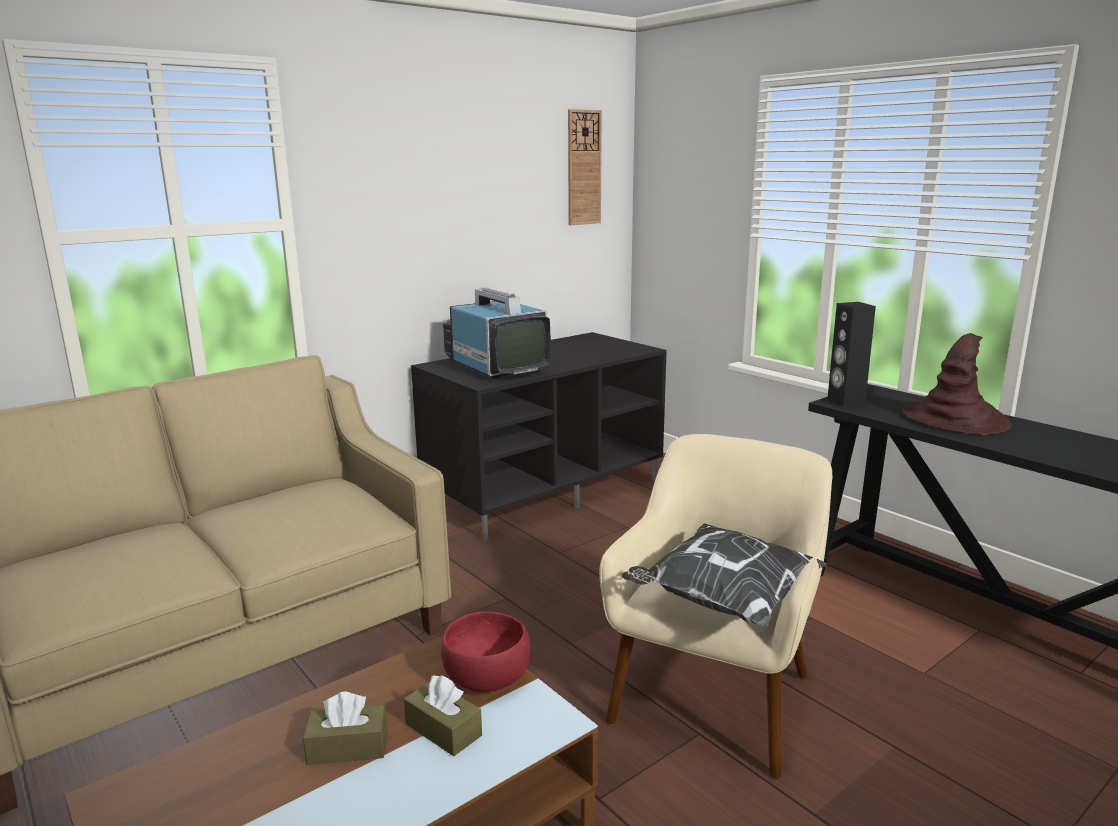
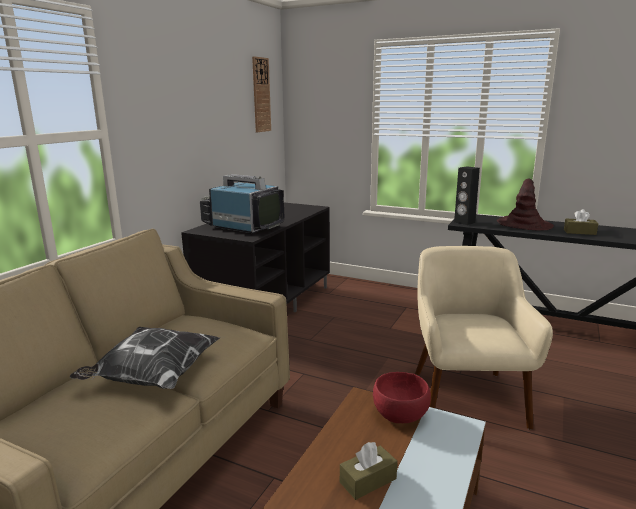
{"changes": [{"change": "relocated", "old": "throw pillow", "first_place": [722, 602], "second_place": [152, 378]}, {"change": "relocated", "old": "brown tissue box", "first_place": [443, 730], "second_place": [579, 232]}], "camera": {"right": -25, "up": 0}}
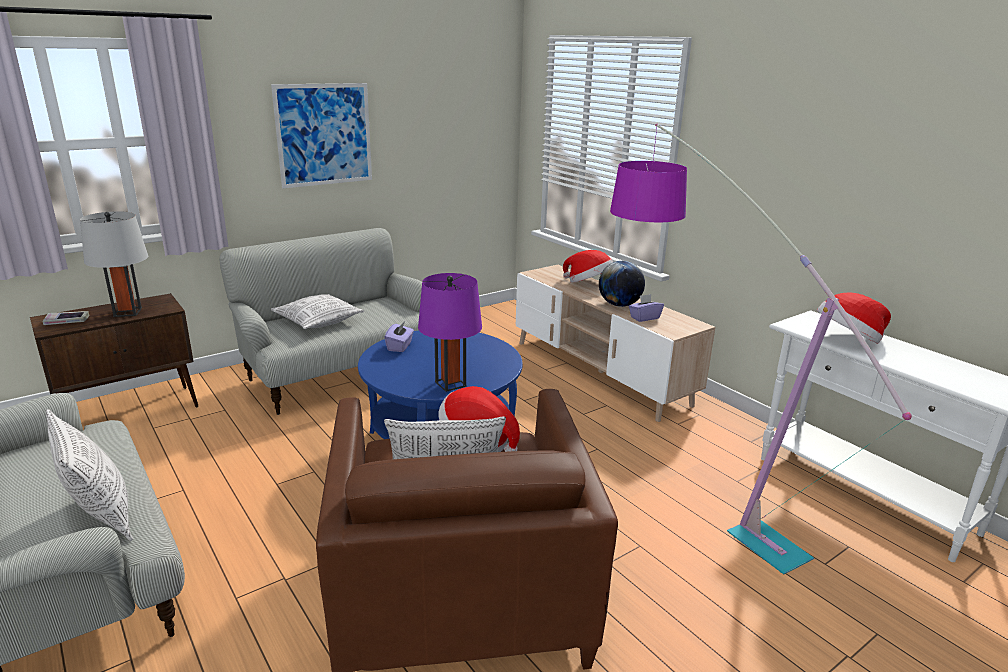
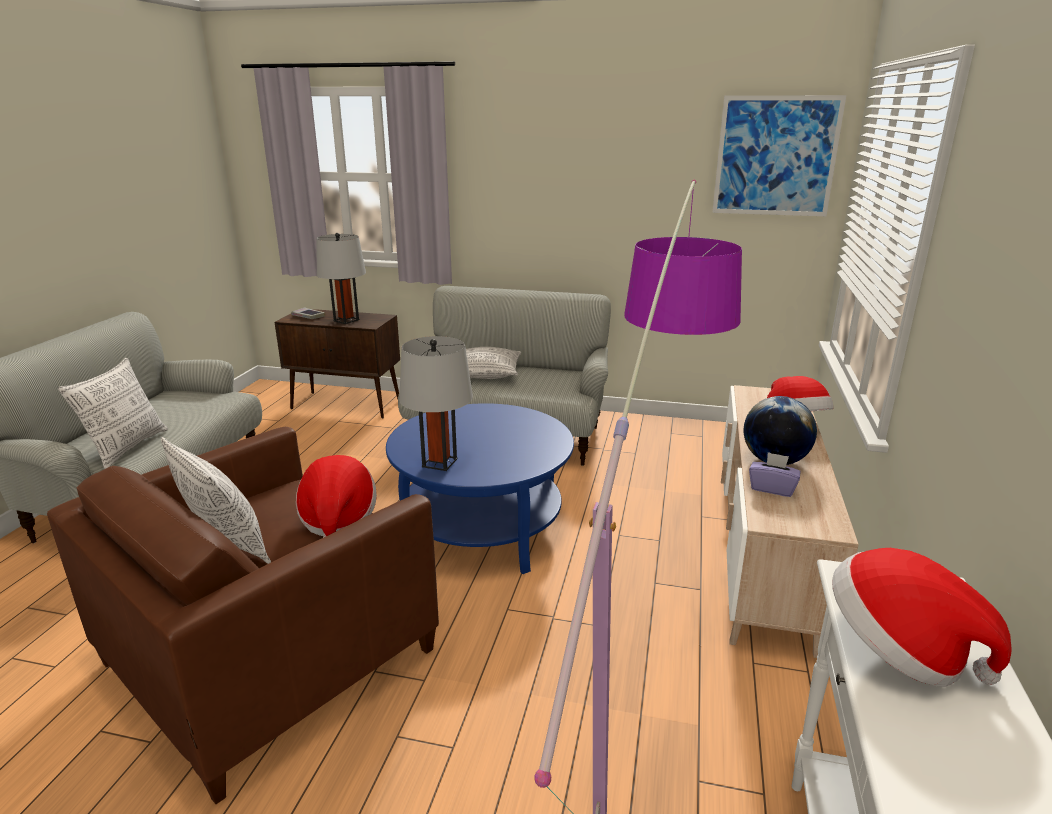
{"changes": [{"change": "relocated", "old": "wall picture", "first_place": [324, 135], "second_place": [775, 156]}, {"change": "colour", "old": "purple-coloured table lamp", "new": "greyish table lamp", "first_place": [450, 384], "second_place": [439, 462]}, {"change": "missing", "old": "purple-coloured tissue box", "first_place": [400, 346]}], "camera": {"right": 50, "up": 0}}
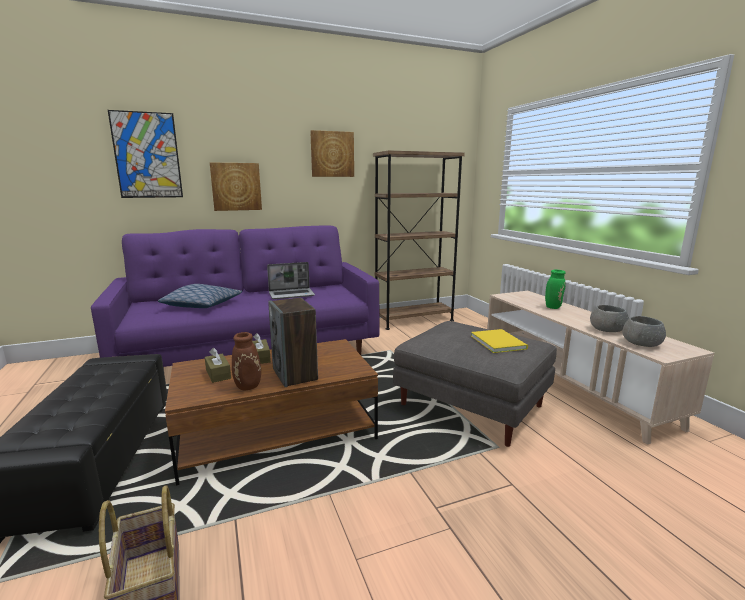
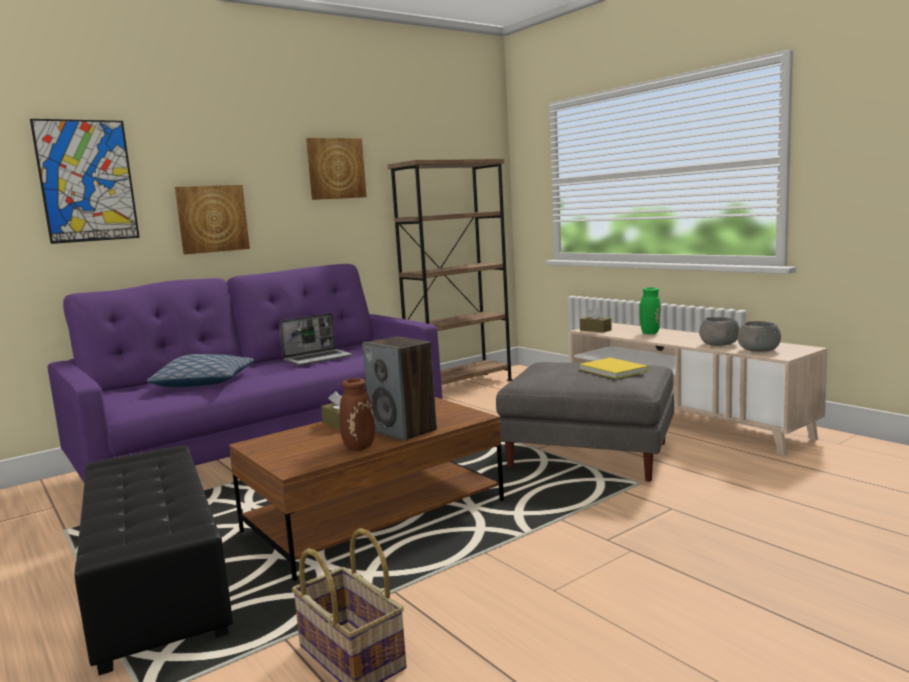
{"changes": [{"change": "relocated", "old": "brown tissue box", "first_place": [218, 374], "second_place": [595, 330]}], "camera": {"right": -15, "up": -5}}
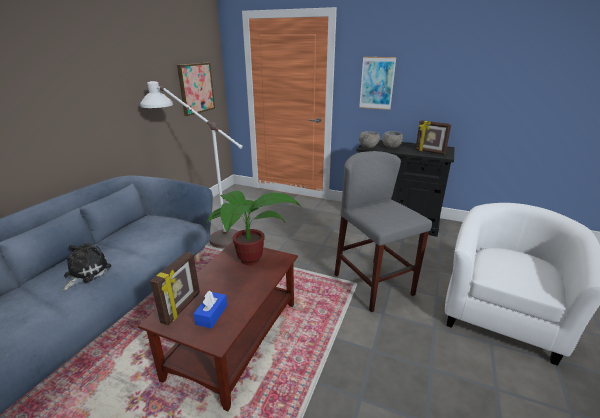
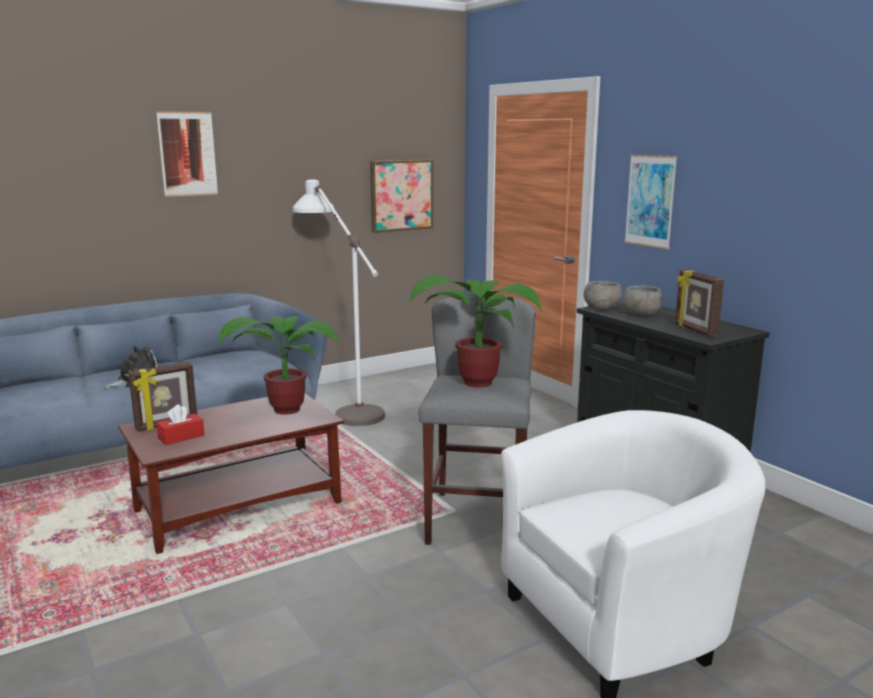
{"changes": [{"change": "colour", "old": "bluish tissue box", "new": "red-coloured tissue box", "first_place": [211, 315], "second_place": [181, 437]}, {"change": "appeared", "new": "wall picture", "second_place": [187, 154]}, {"change": "appeared", "new": "potted plant", "second_place": [473, 384]}], "camera": {"right": 35, "up": -10}}
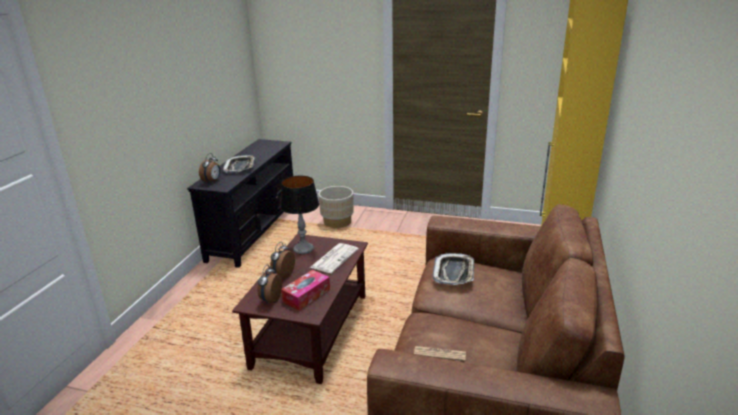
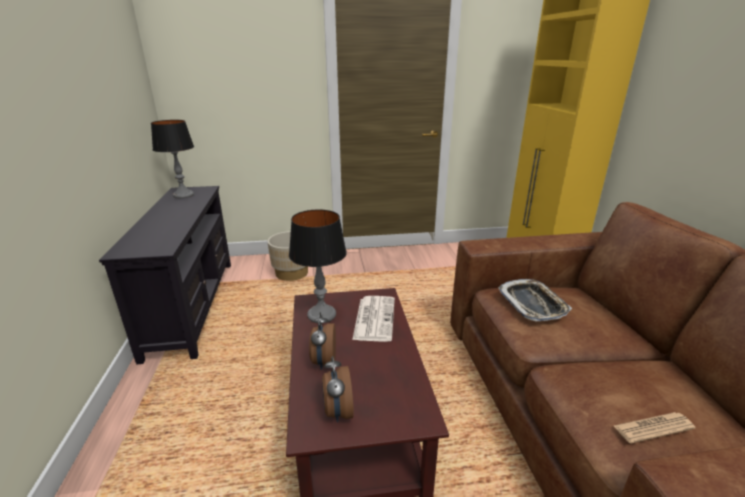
{"changes": [{"change": "missing", "old": "table clock", "first_place": [212, 181]}, {"change": "missing", "old": "carrying tray", "first_place": [240, 167]}, {"change": "missing", "old": "tissue box", "first_place": [306, 295]}, {"change": "appeared", "new": "table lamp", "second_place": [183, 195]}], "camera": {"right": -25, "up": 0}}
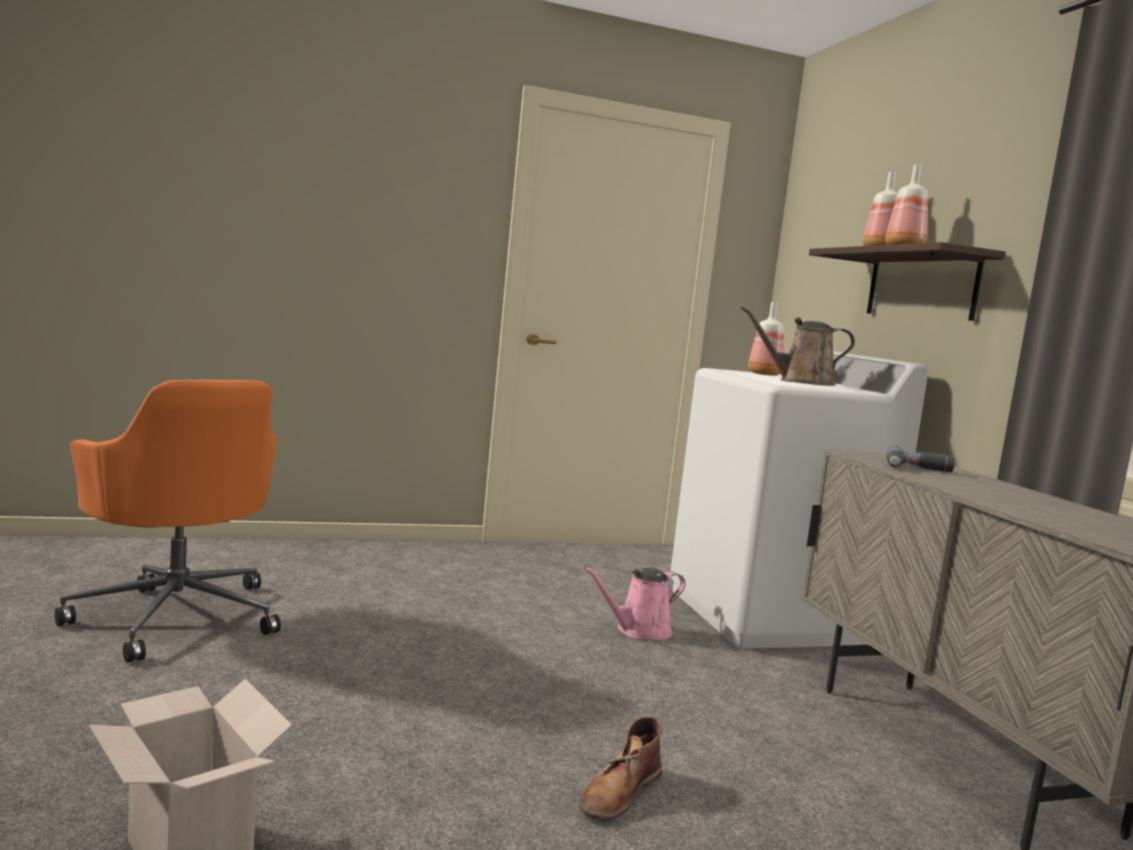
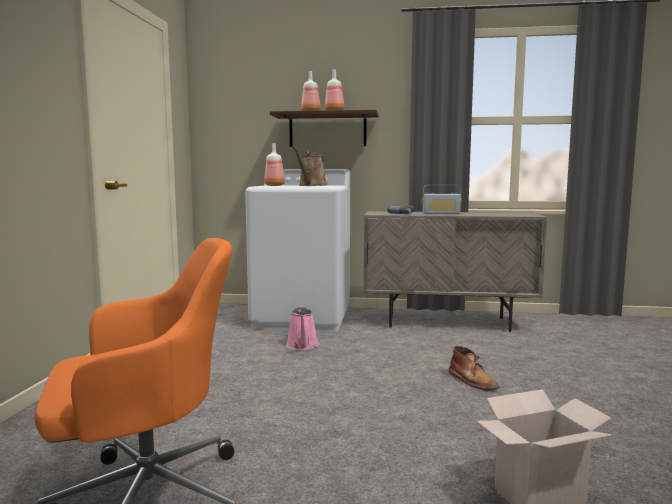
{"changes": [{"change": "appeared", "new": "radio receiver", "second_place": [441, 213]}], "camera": {"right": -65, "up": 0}}
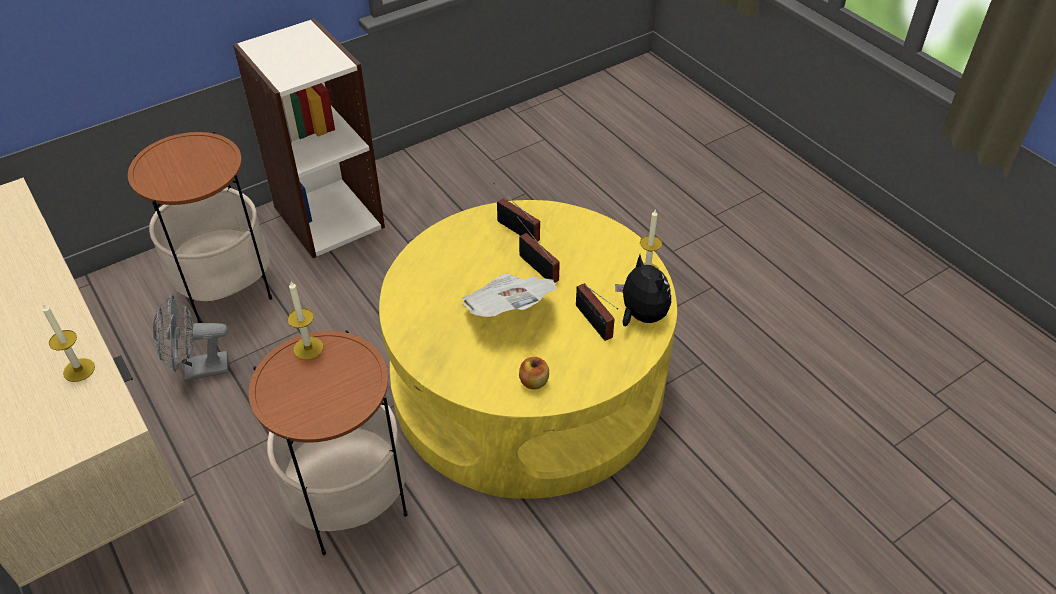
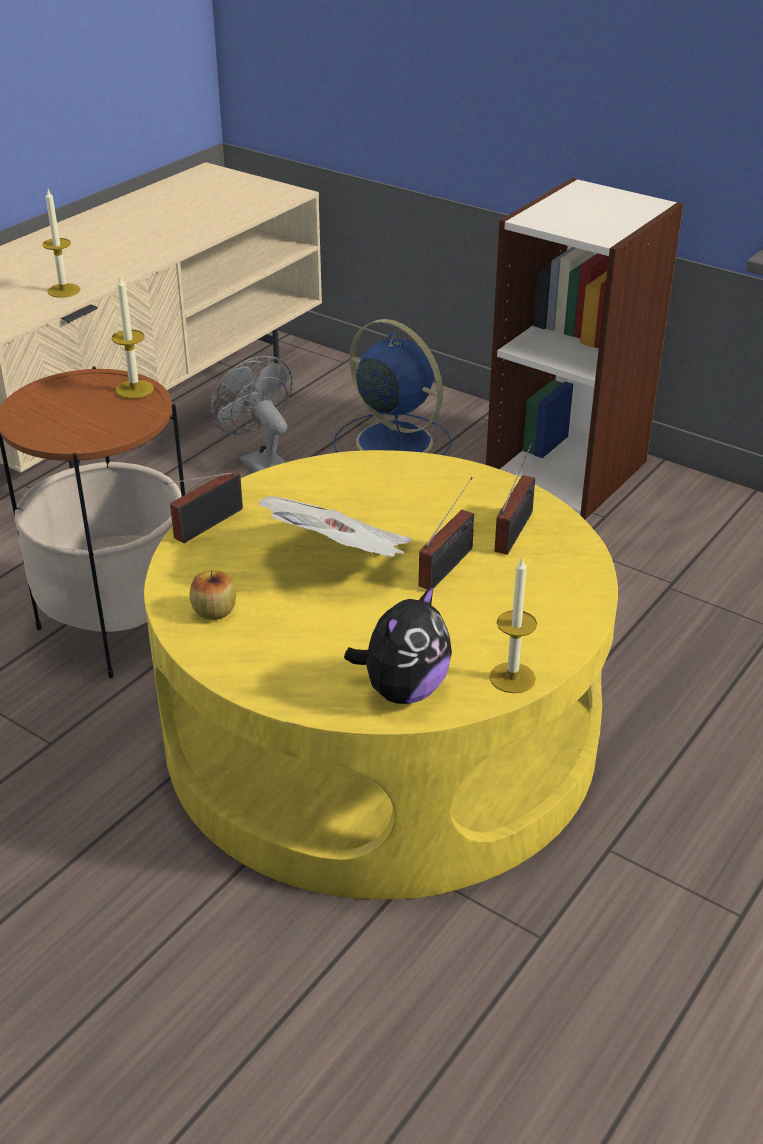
{"changes": [{"change": "exchanged", "old": "accent table", "new": "bluish cooling fan", "first_place": [225, 288], "second_place": [391, 440]}, {"change": "relocated", "old": "radio receiver", "first_place": [595, 324], "second_place": [204, 525]}], "camera": {"right": 70, "up": -10}}
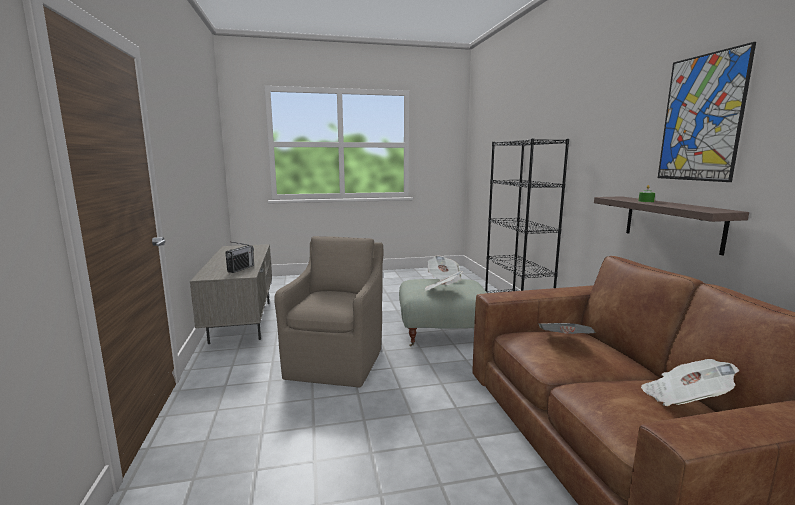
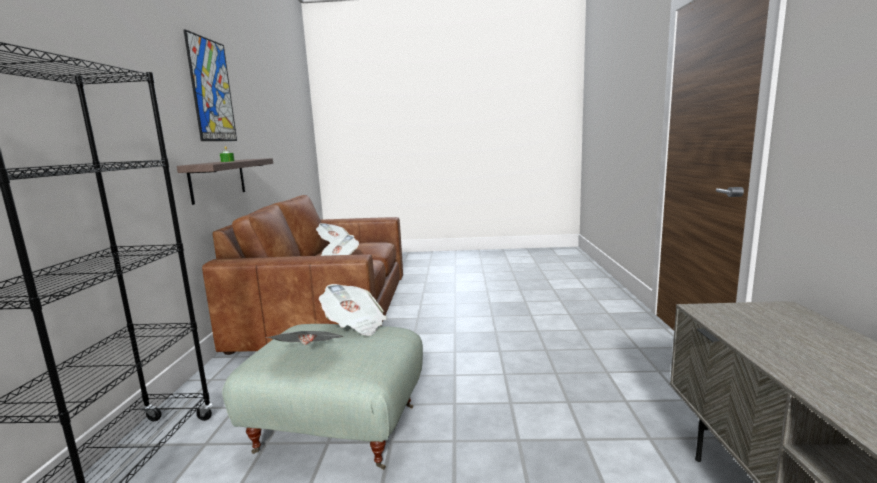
{"changes": [{"change": "missing", "old": "brown easy chair", "first_place": [337, 361]}, {"change": "missing", "old": "radio receiver", "first_place": [241, 269]}], "camera": {"right": -165, "up": 0}}
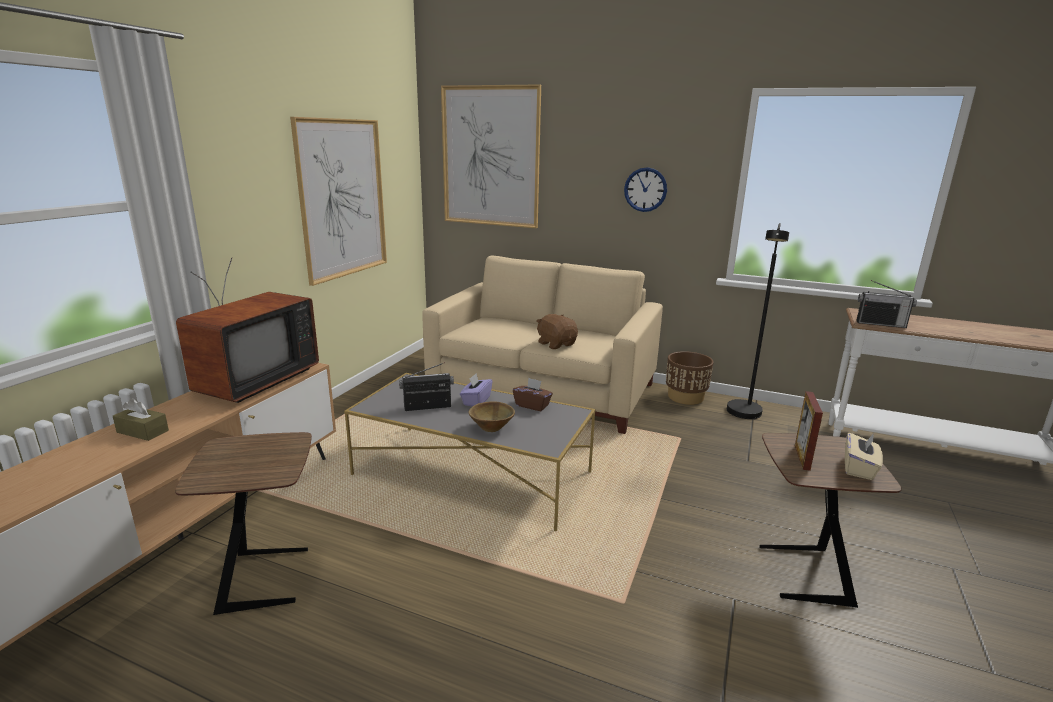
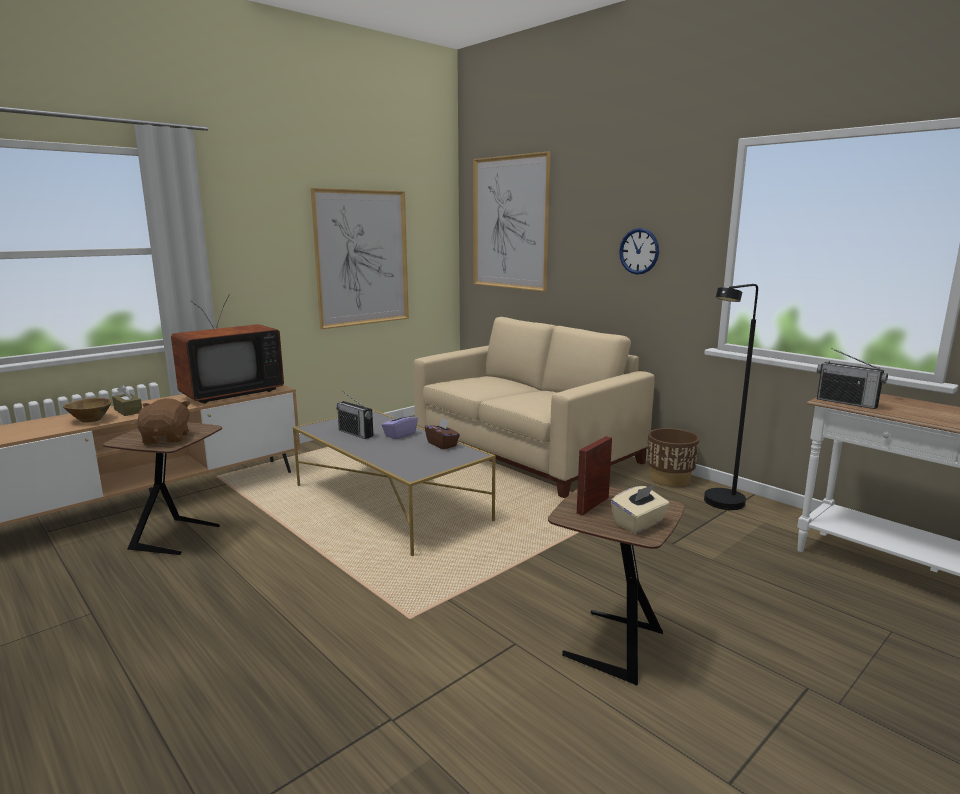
{"changes": [{"change": "relocated", "old": "brown cuddly toy", "first_place": [556, 344], "second_place": [167, 438]}, {"change": "spun", "old": "radio receiver", "first_place": [427, 407], "second_place": [356, 433], "degrees": -150}, {"change": "relocated", "old": "brown serving bowl", "first_place": [491, 428], "second_place": [90, 420]}], "camera": {"right": 25, "up": -5}}
